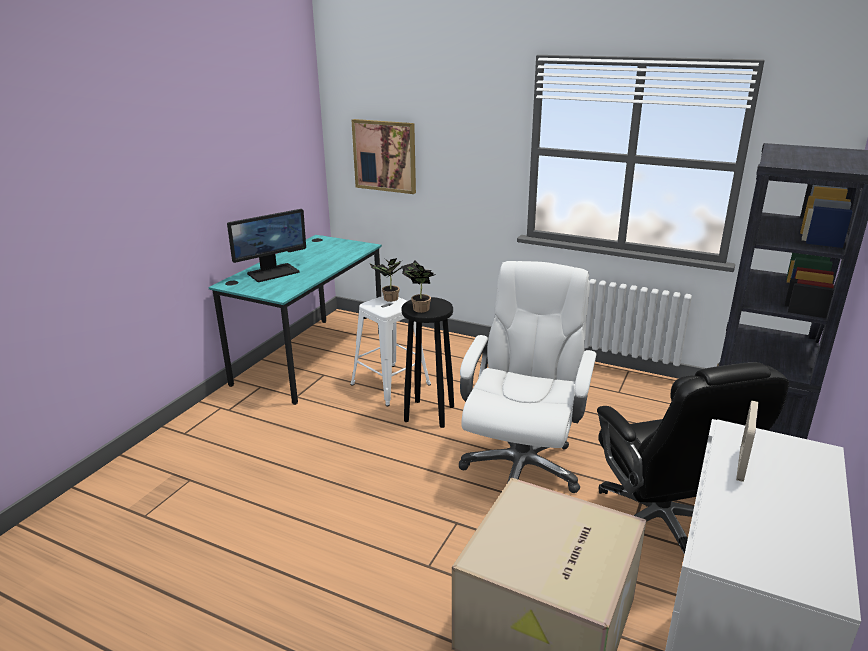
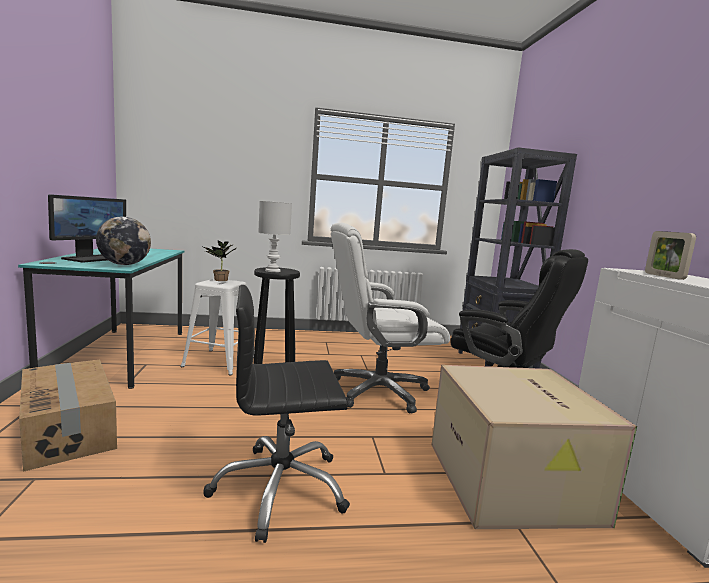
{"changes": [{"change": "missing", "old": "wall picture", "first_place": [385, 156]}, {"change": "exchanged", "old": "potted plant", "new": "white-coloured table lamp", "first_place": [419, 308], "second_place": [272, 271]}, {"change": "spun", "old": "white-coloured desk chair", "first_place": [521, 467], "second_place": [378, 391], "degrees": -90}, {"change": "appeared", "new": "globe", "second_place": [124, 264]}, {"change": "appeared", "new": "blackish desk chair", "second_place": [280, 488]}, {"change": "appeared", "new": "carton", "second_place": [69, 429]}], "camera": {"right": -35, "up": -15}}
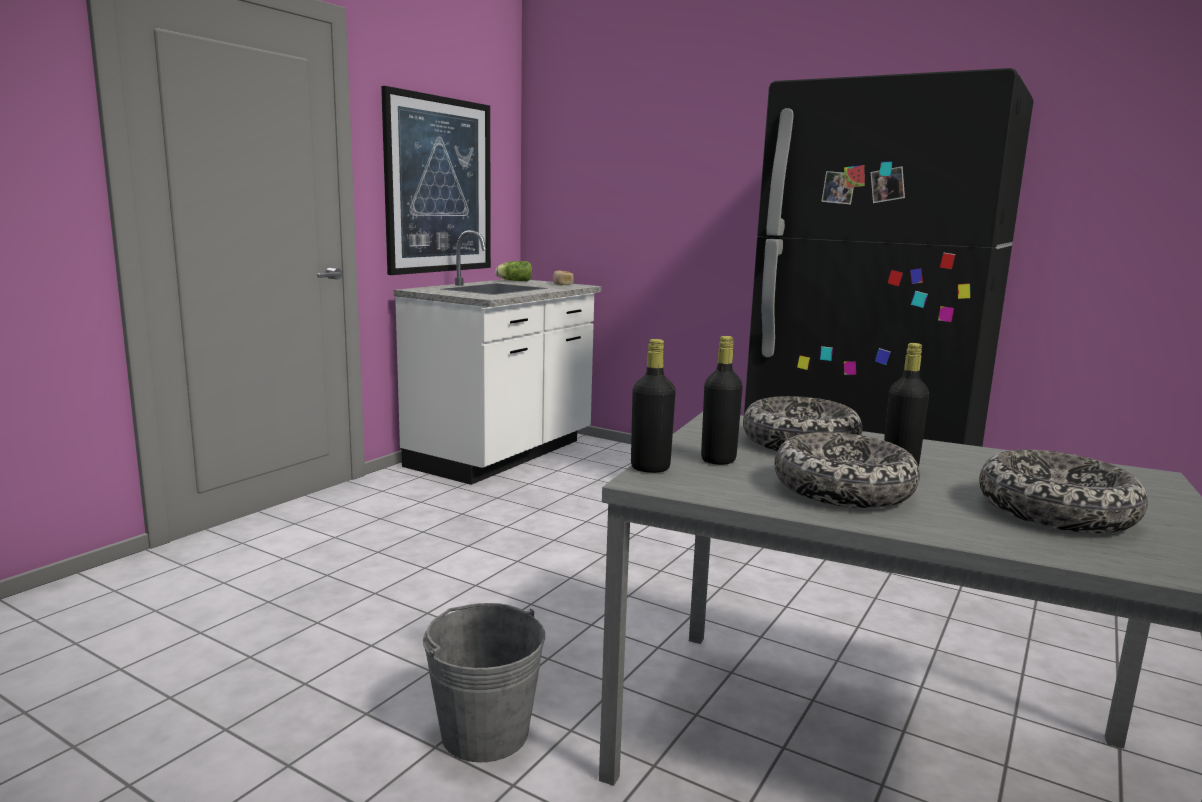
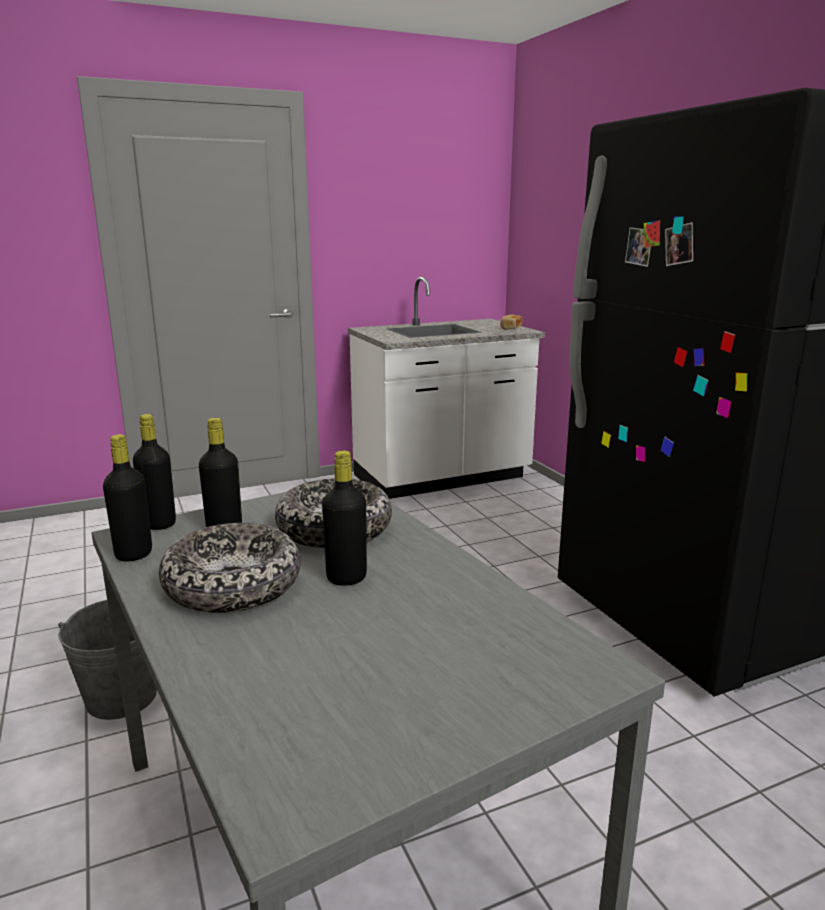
{"changes": [{"change": "missing", "old": "wall picture", "first_place": [439, 185]}, {"change": "missing", "old": "lettuce", "first_place": [513, 281]}, {"change": "missing", "old": "serving bowl", "first_place": [1055, 512]}, {"change": "appeared", "new": "blackish beverage bottle", "second_place": [134, 554]}], "camera": {"right": 35, "up": 5}}
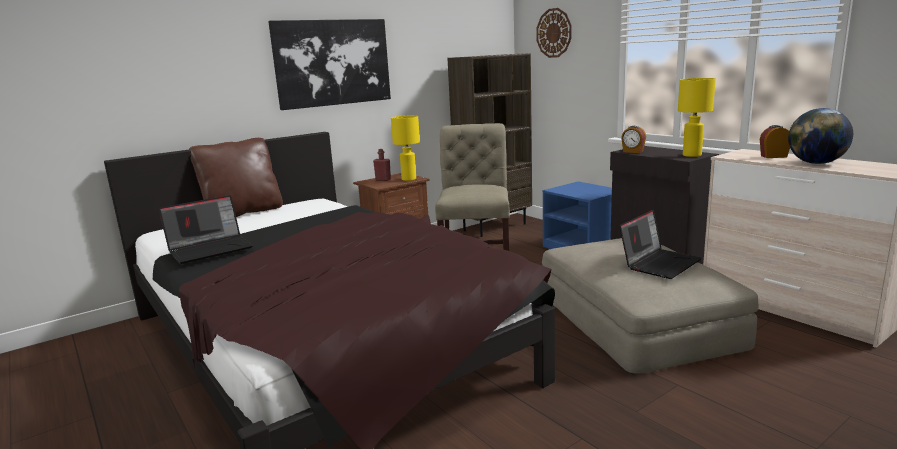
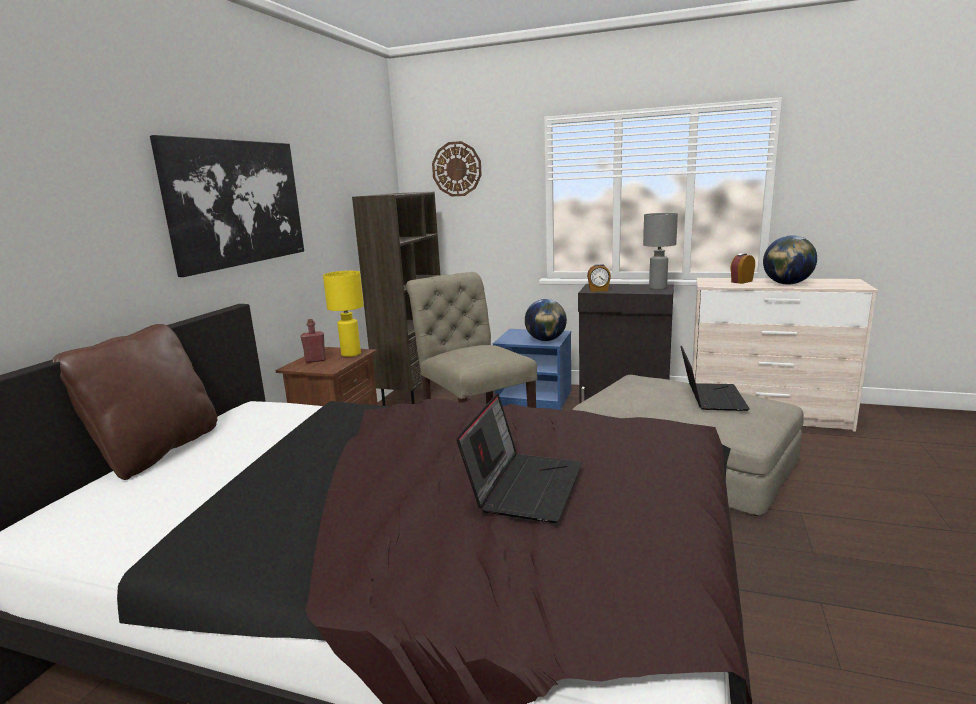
{"changes": [{"change": "colour", "old": "yellow-coloured table lamp", "new": "greyish table lamp", "first_place": [691, 155], "second_place": [657, 288]}, {"change": "relocated", "old": "portable computer", "first_place": [211, 249], "second_place": [524, 485]}, {"change": "appeared", "new": "globe", "second_place": [545, 340]}], "camera": {"right": -35, "up": 0}}
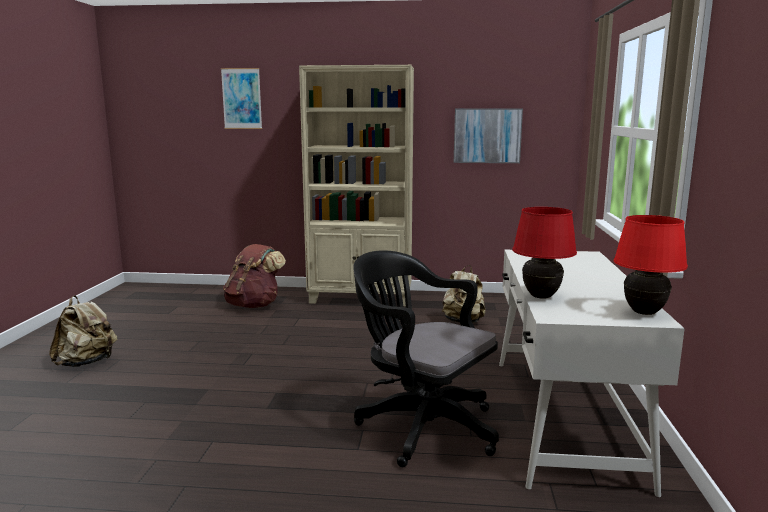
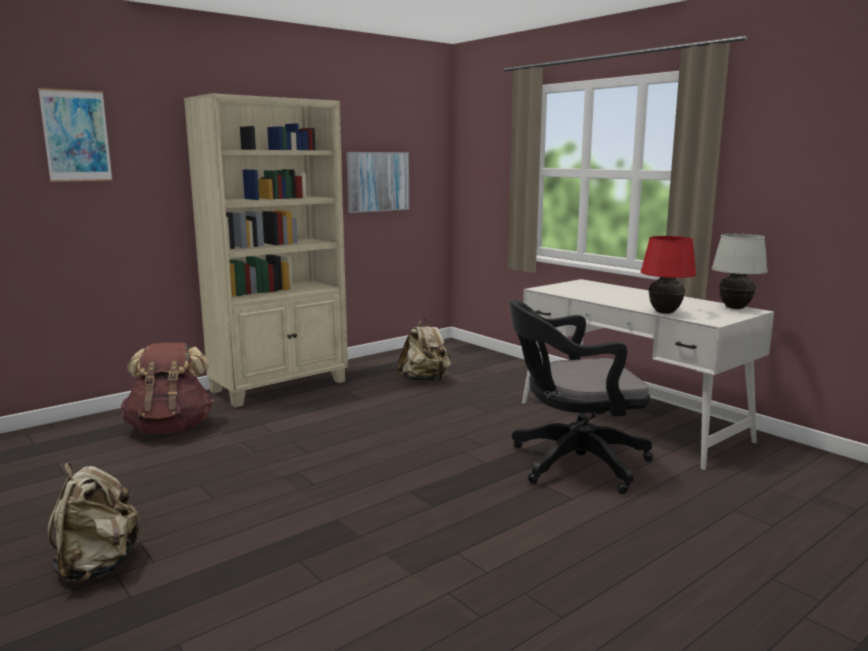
{"changes": [{"change": "colour", "old": "red-coloured table lamp", "new": "white-coloured table lamp", "first_place": [644, 313], "second_place": [735, 308]}], "camera": {"right": -45, "up": 0}}
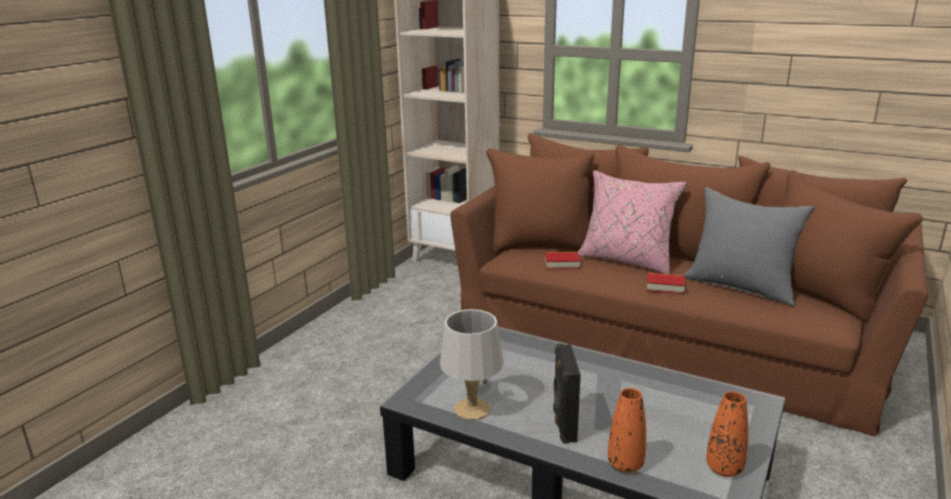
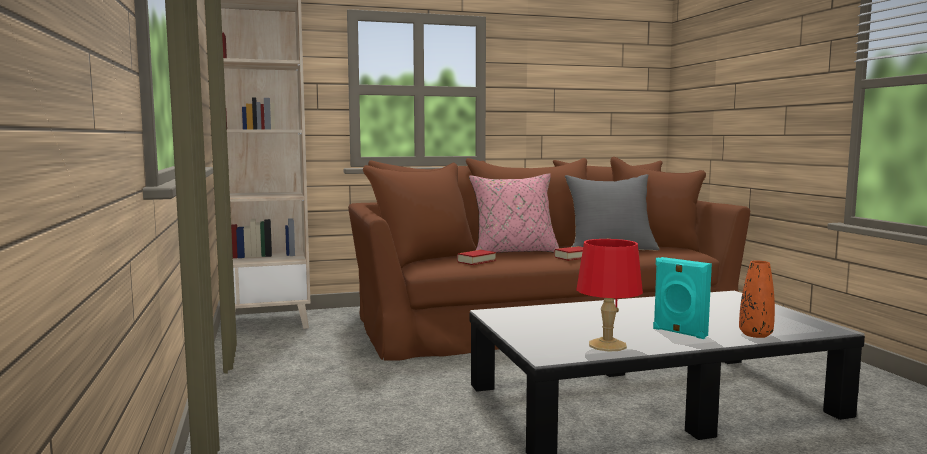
{"changes": [{"change": "colour", "old": "greyish table lamp", "new": "red-coloured table lamp", "first_place": [472, 409], "second_place": [606, 345]}, {"change": "colour", "old": "blackish audio speaker", "new": "blue-green audio speaker", "first_place": [563, 425], "second_place": [679, 332]}, {"change": "missing", "old": "orangey vase", "first_place": [724, 468]}], "camera": {"right": -45, "up": -15}}
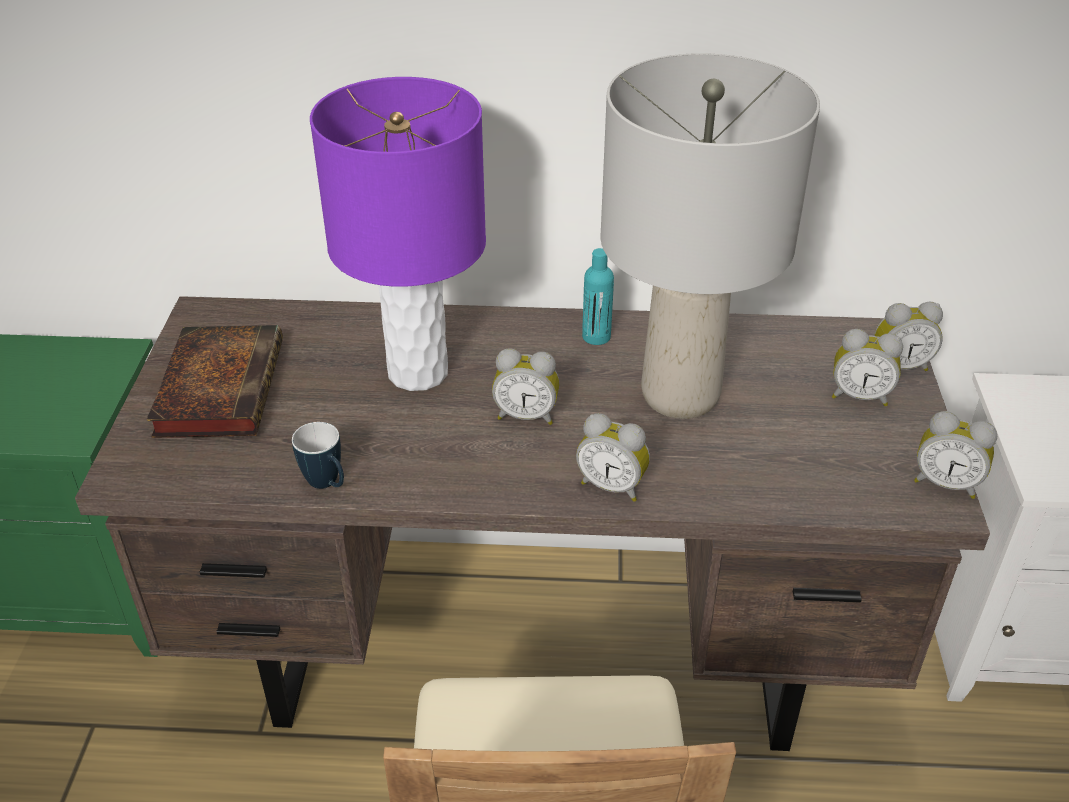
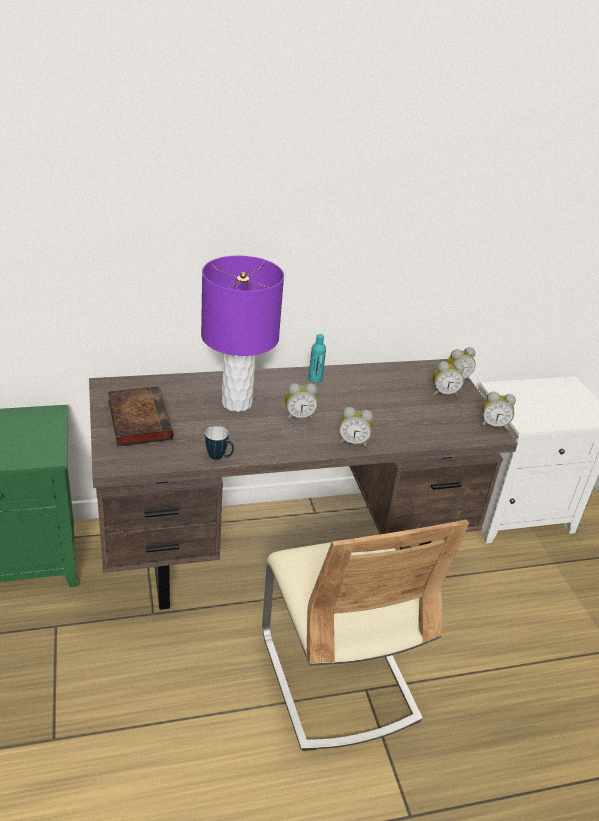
{"changes": [{"change": "missing", "old": "greyish table lamp", "first_place": [679, 396]}], "camera": {"right": -20, "up": -5}}
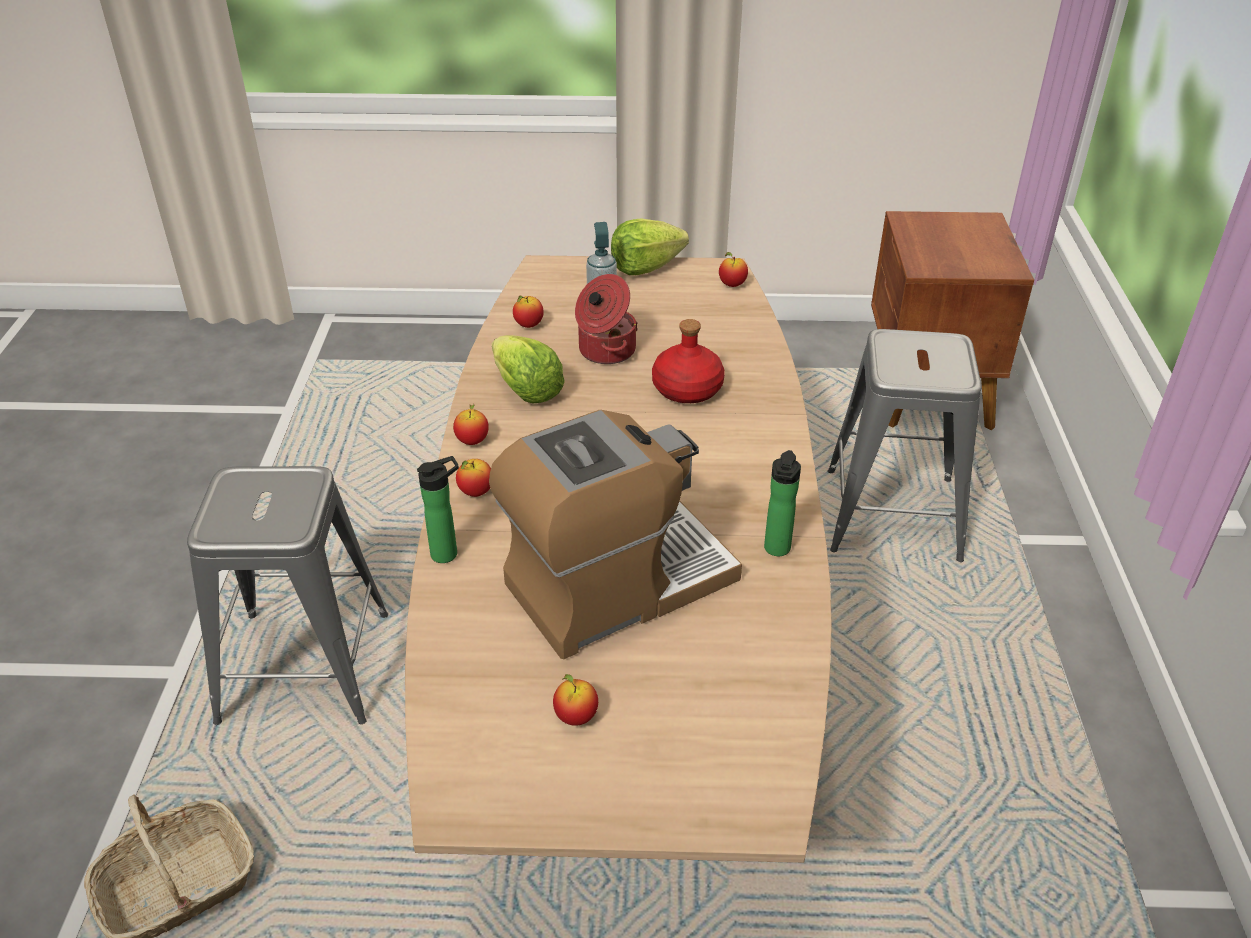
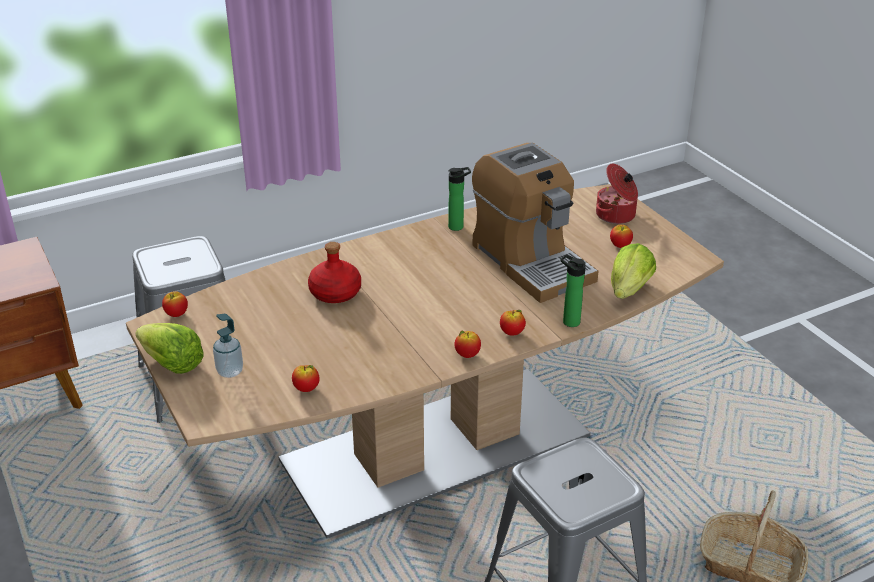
{"changes": [{"change": "relocated", "old": "cooking pot", "first_place": [605, 350], "second_place": [616, 215]}, {"change": "relocated", "old": "lettuce", "first_place": [526, 390], "second_place": [629, 290]}, {"change": "spun", "old": "coffee brewer", "first_place": [617, 584], "second_place": [531, 262], "degrees": -150}], "camera": {"right": -120, "up": -5}}
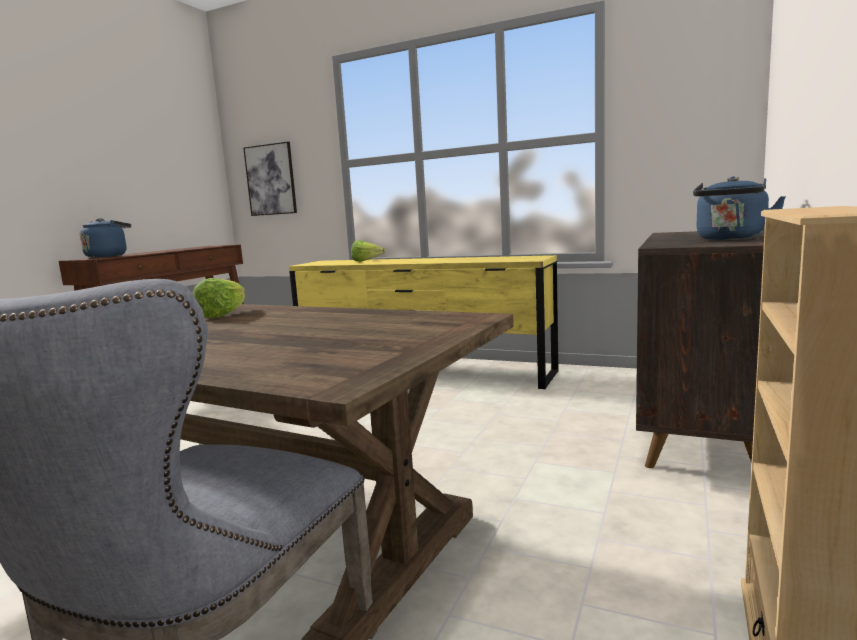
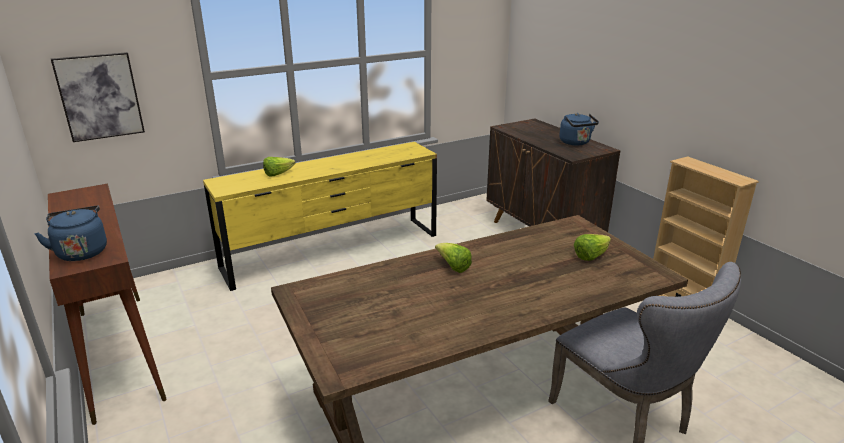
{"changes": [{"change": "appeared", "new": "lettuce", "second_place": [591, 256]}], "camera": {"right": -55, "up": 15}}
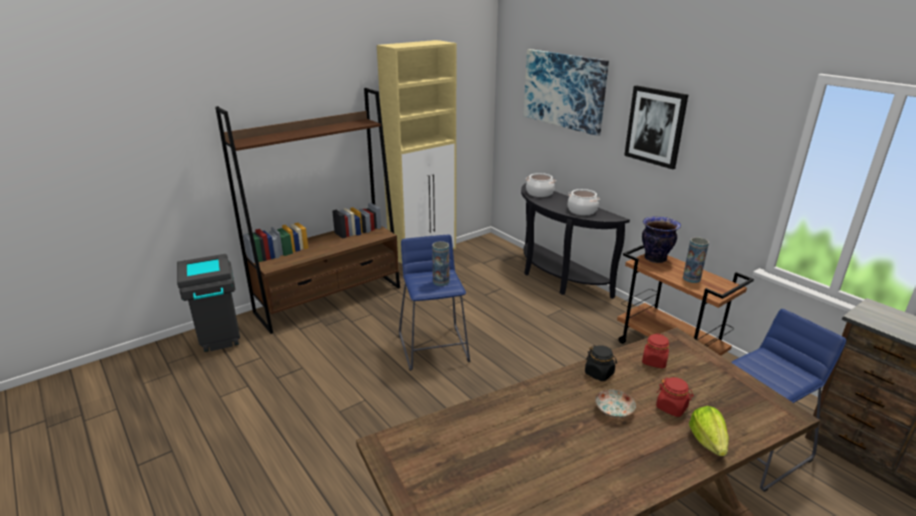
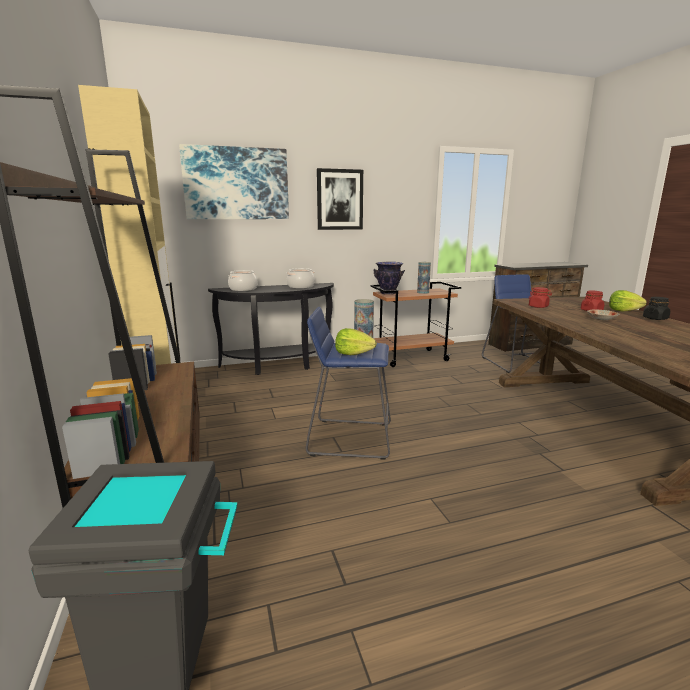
{"changes": [{"change": "relocated", "old": "blackish storage jar", "first_place": [599, 373], "second_place": [655, 318]}, {"change": "appeared", "new": "lettuce", "second_place": [353, 353]}], "camera": {"right": -70, "up": -10}}
